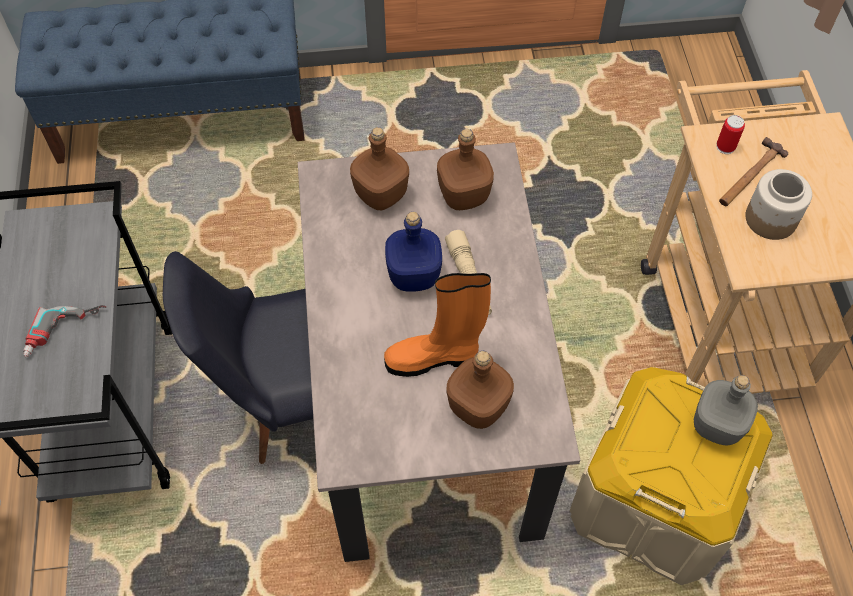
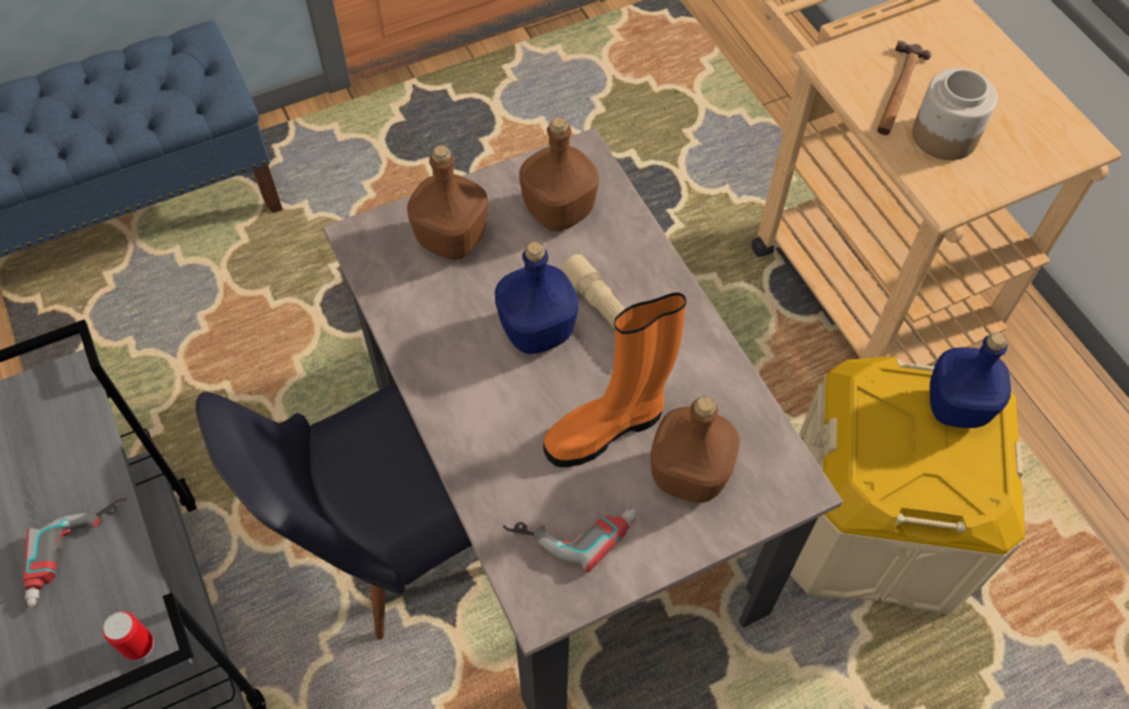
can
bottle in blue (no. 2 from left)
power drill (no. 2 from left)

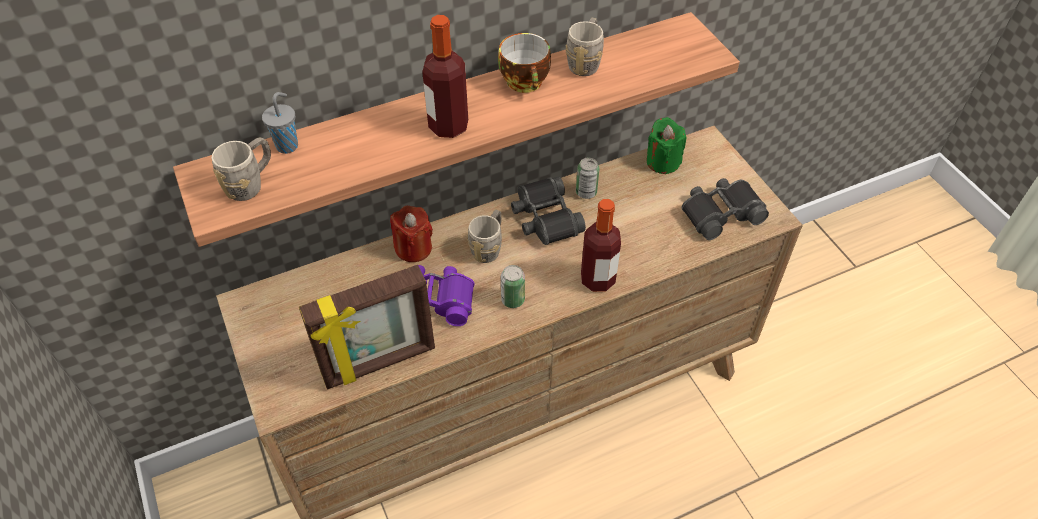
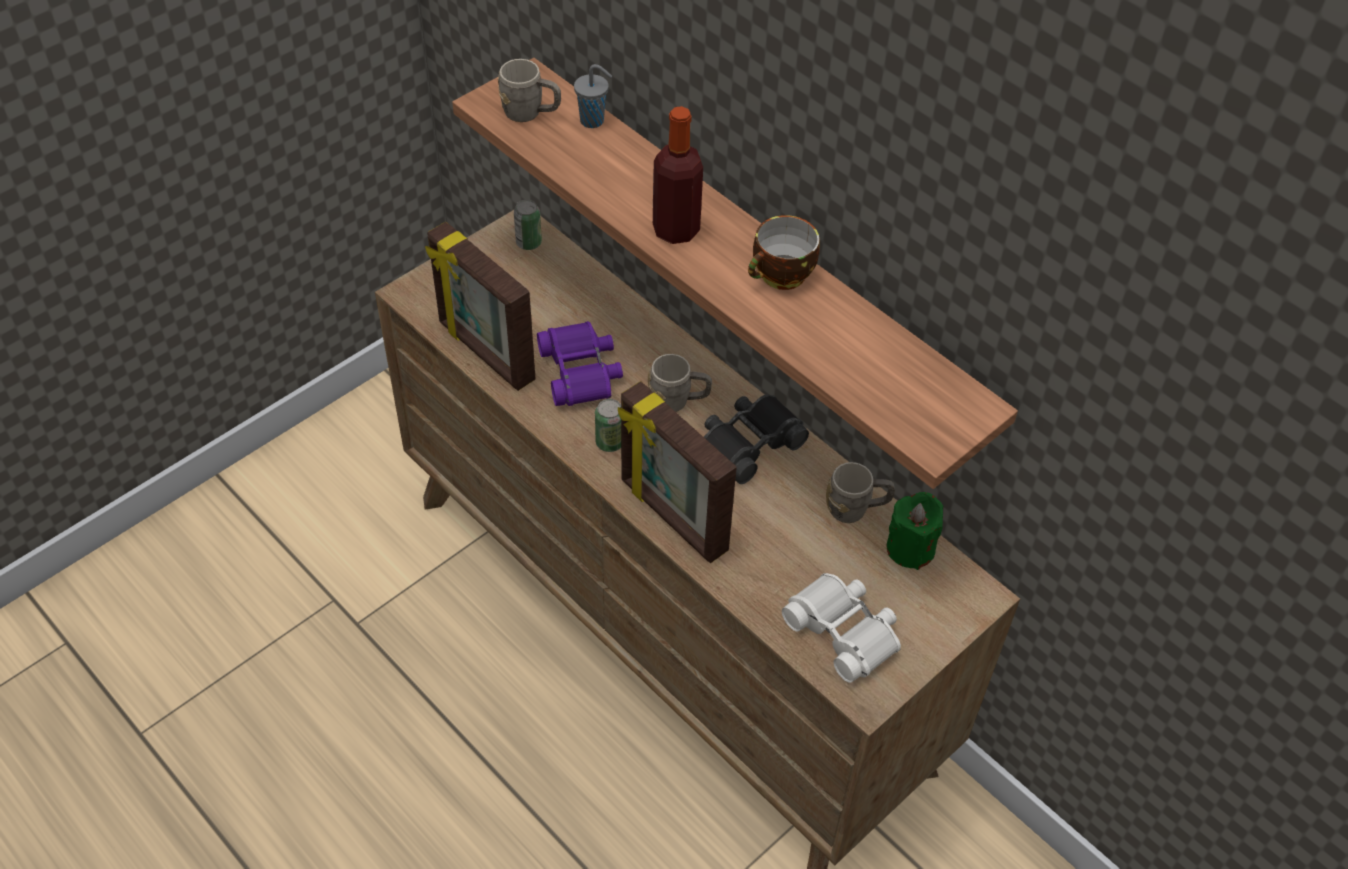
mug in grey (no. 3 from left)
can (no. 1 from left)
binoculars in white
picture frame (no. 2 from left)
candle in red

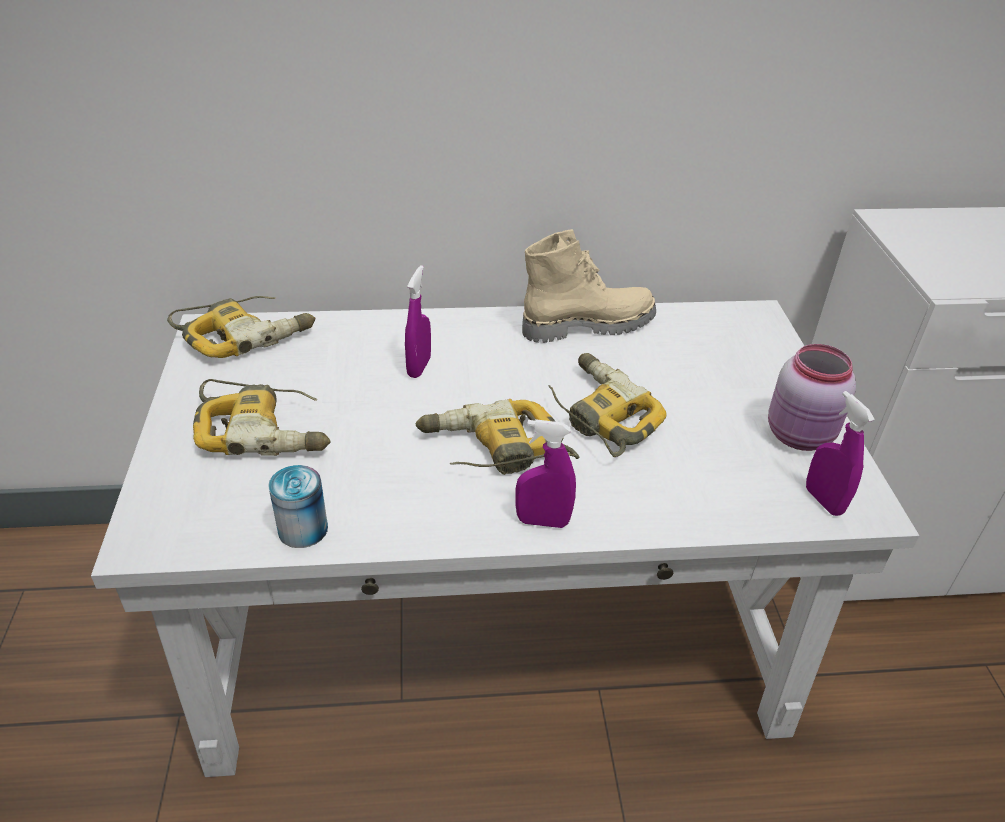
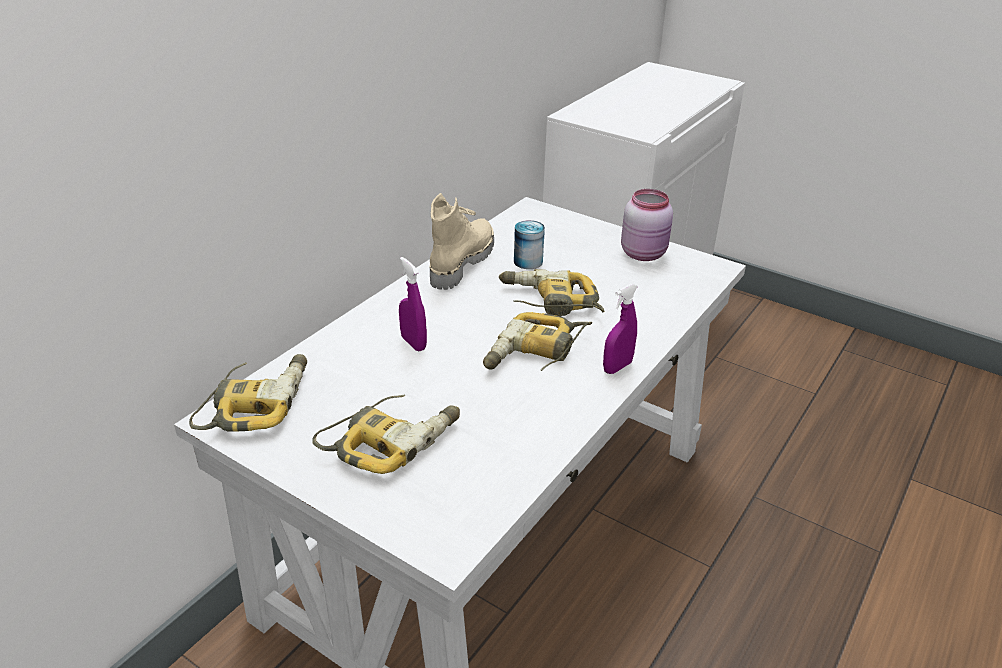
spray bottle in purple (no. 3 from left in the first image)
can

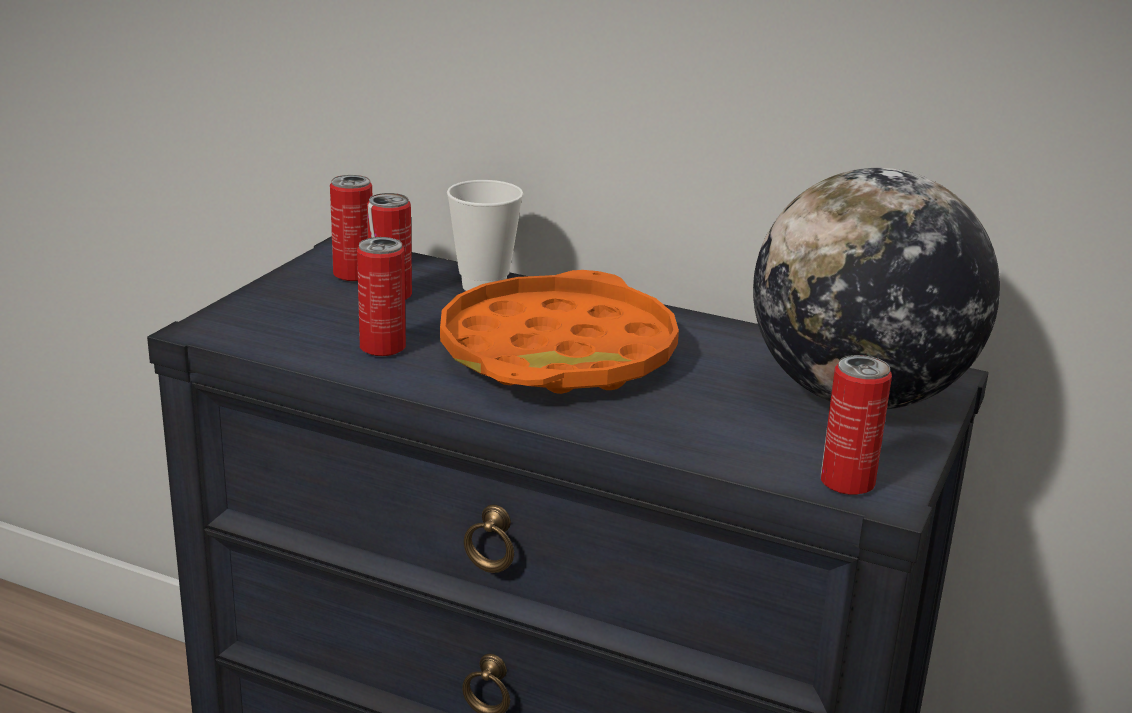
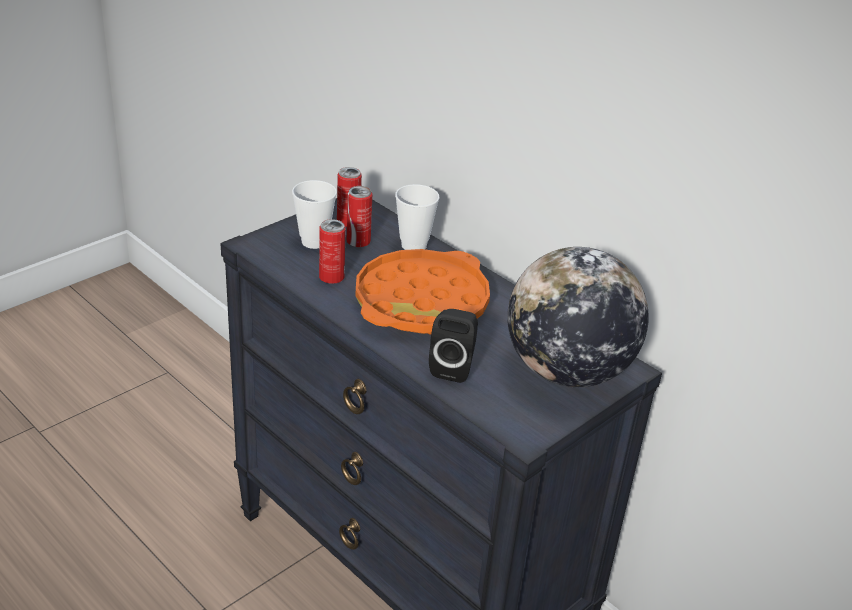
can (no. 4 from left in the first image)
cup (no. 1 from left)
speaker in black

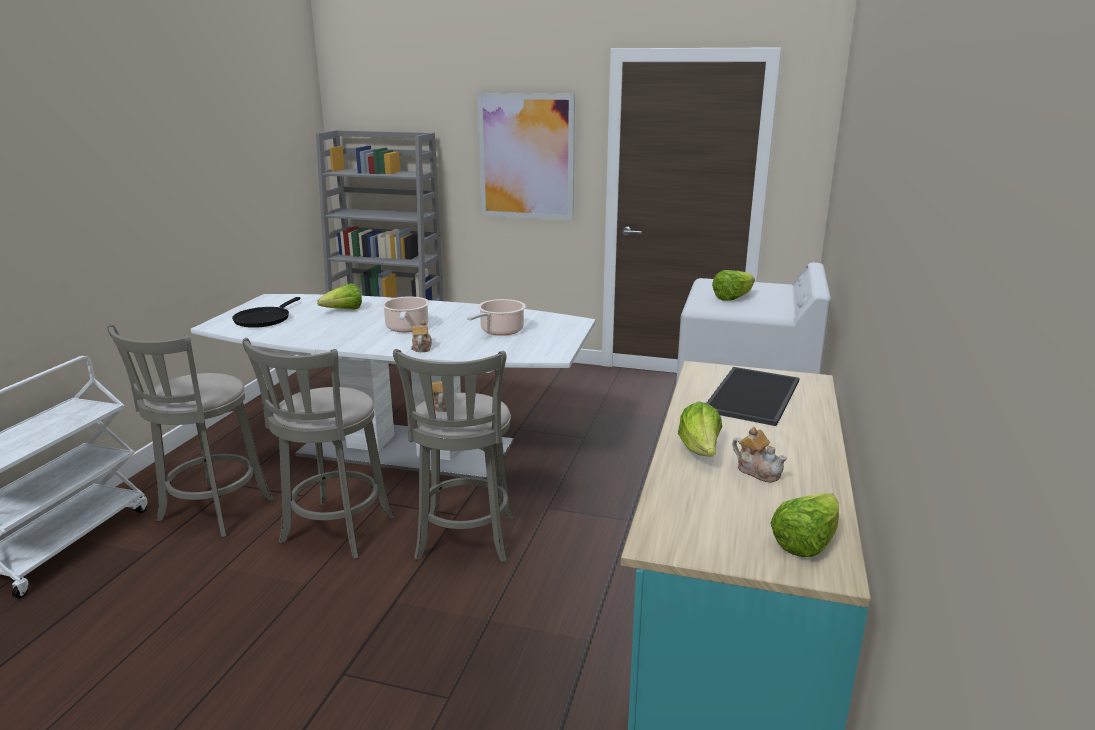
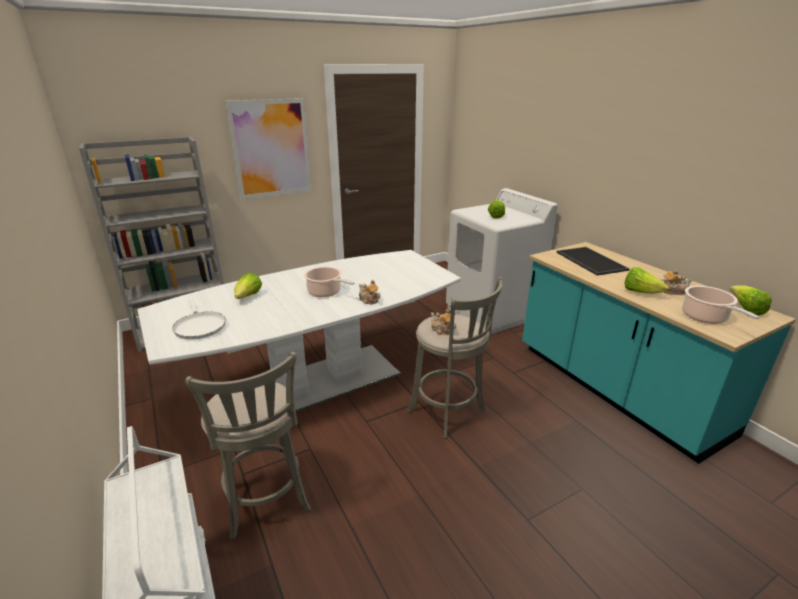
frying pan in white
cooking pot (no. 2 from left)
stool in grey (no. 2 from left in the first image)

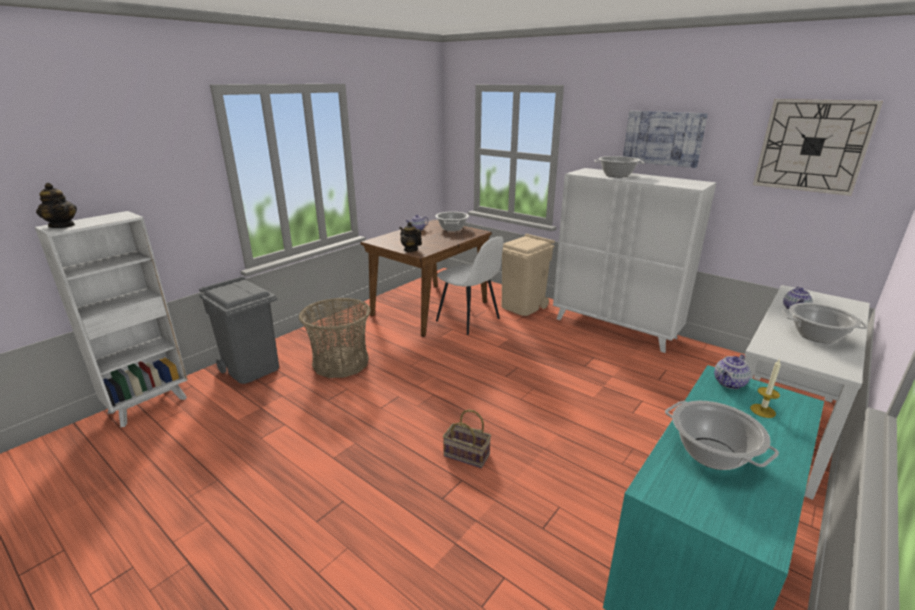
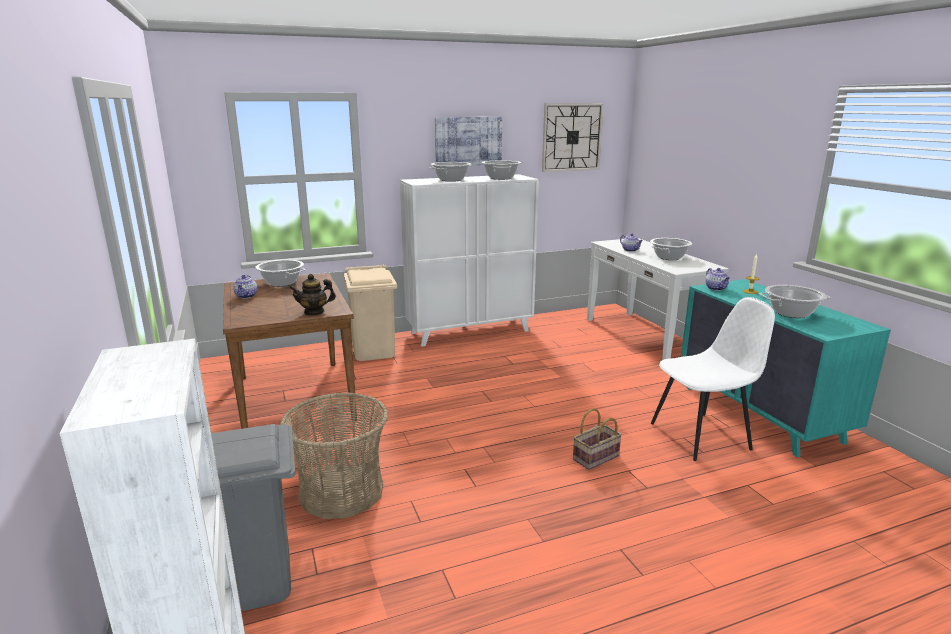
teapot (no. 1 from left in the first image)
chair in white
cooking pot (no. 3 from left)

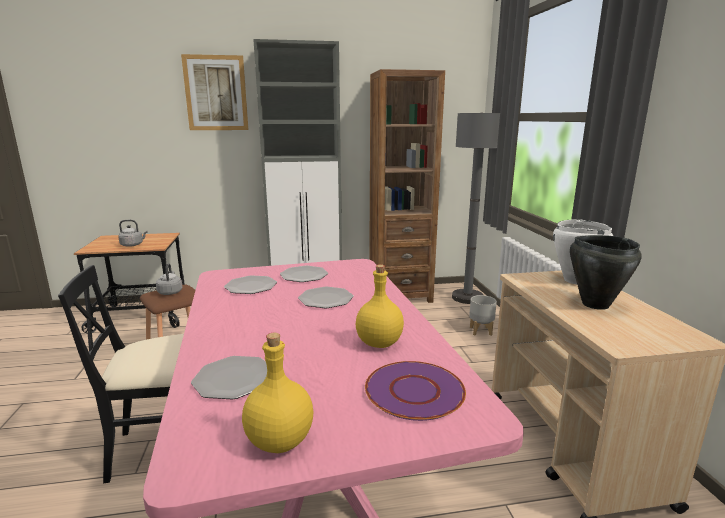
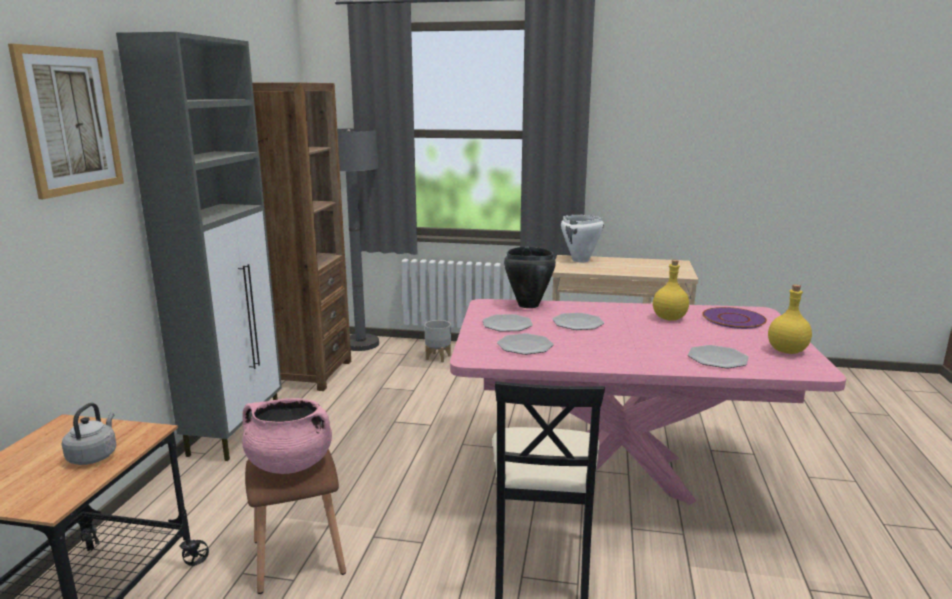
cooking pot in black
cooking pot in pink

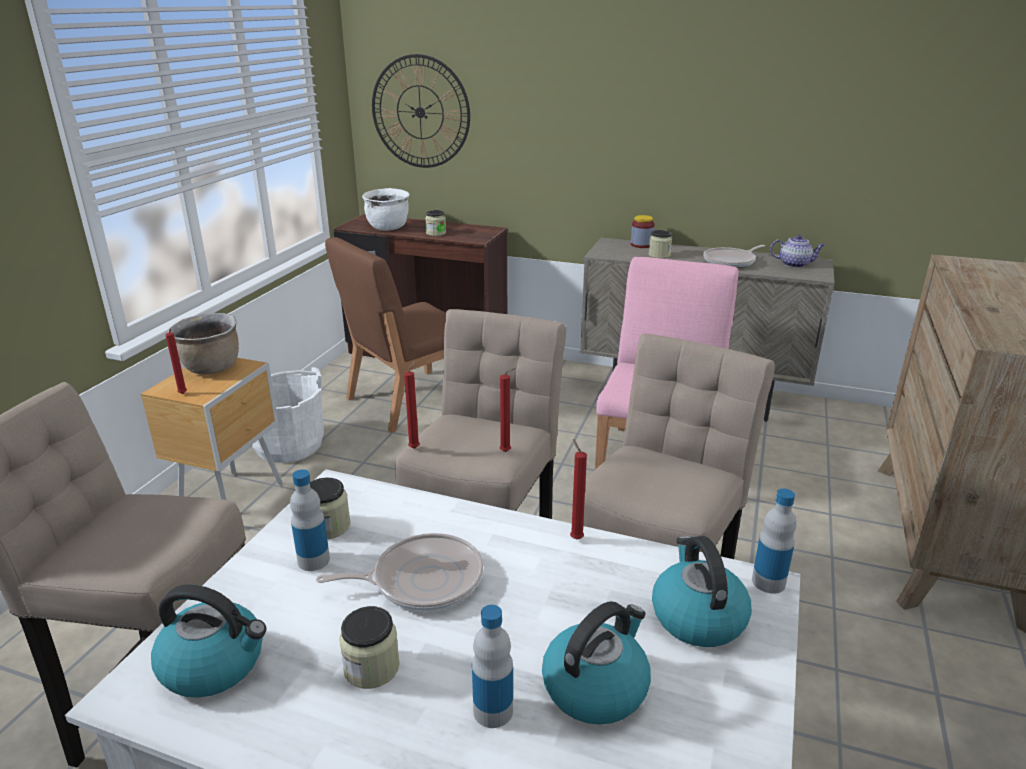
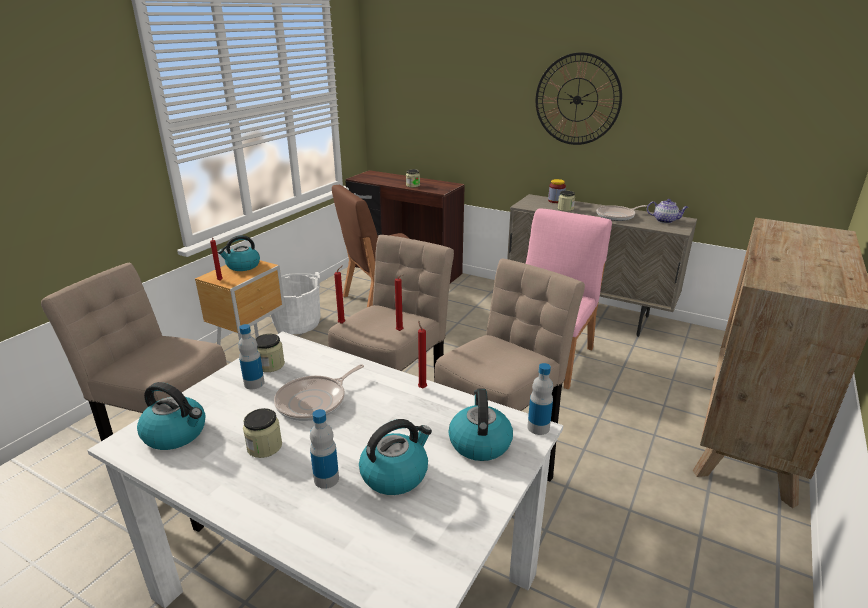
wall clock
cooking pot in white
kettle (no. 2 from left)
frying pan (no. 1 from left)

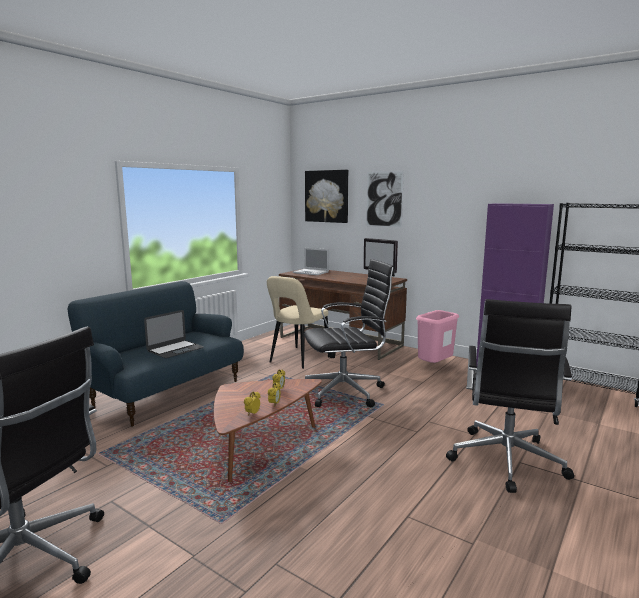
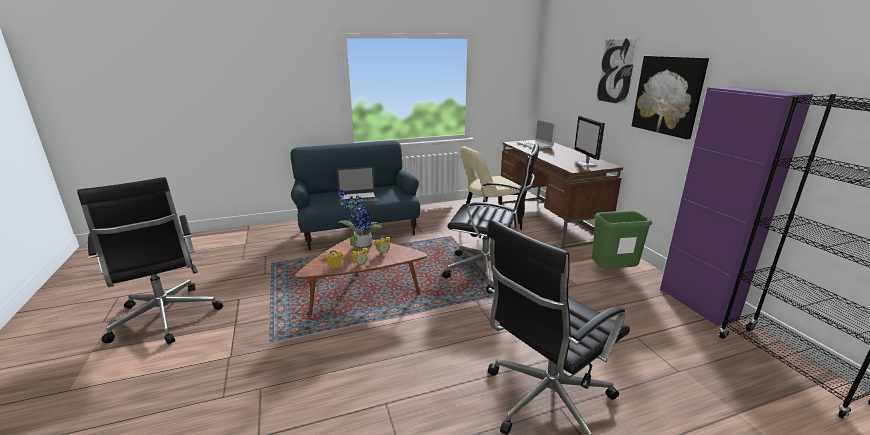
picture (no. 2 from left)
trash can in green
potted plant

